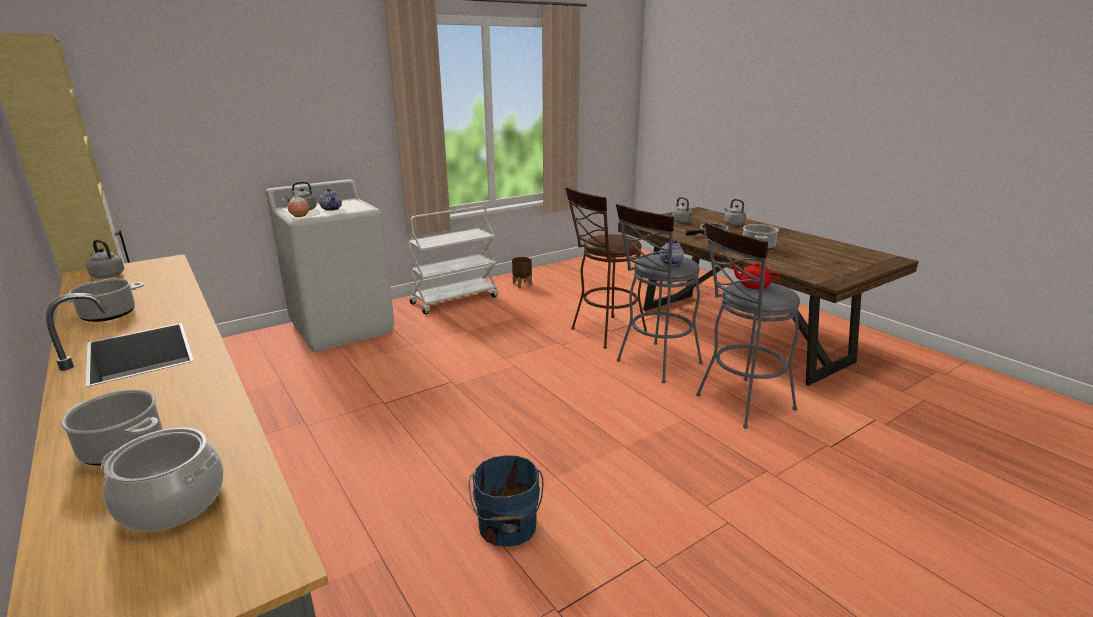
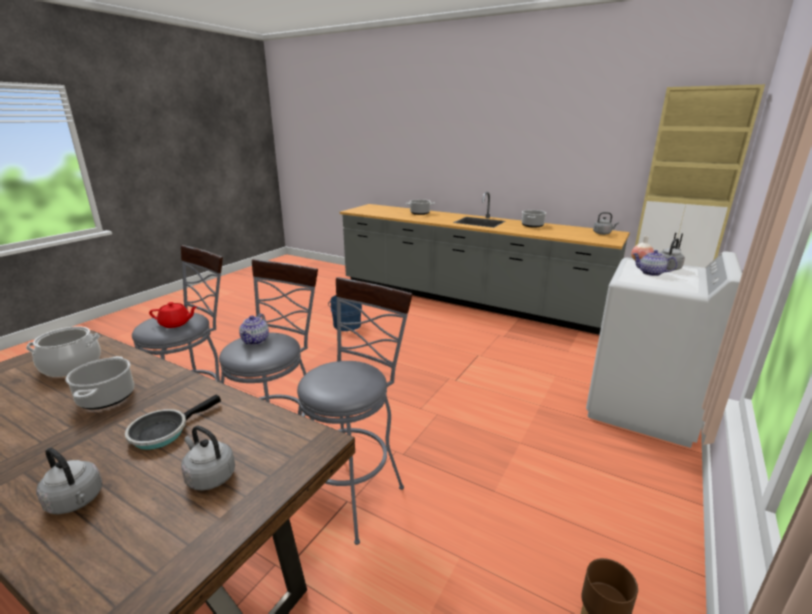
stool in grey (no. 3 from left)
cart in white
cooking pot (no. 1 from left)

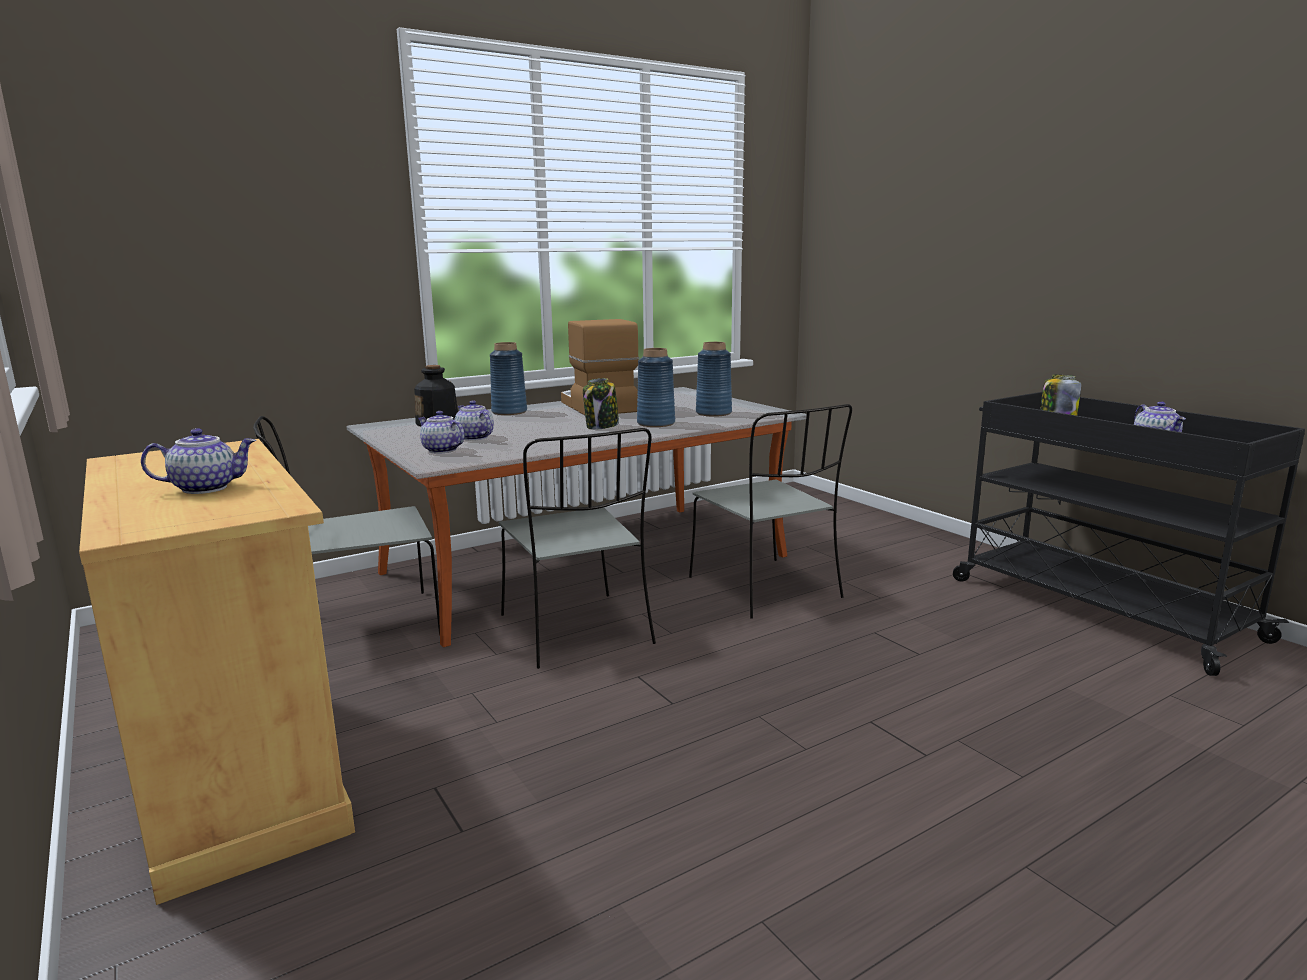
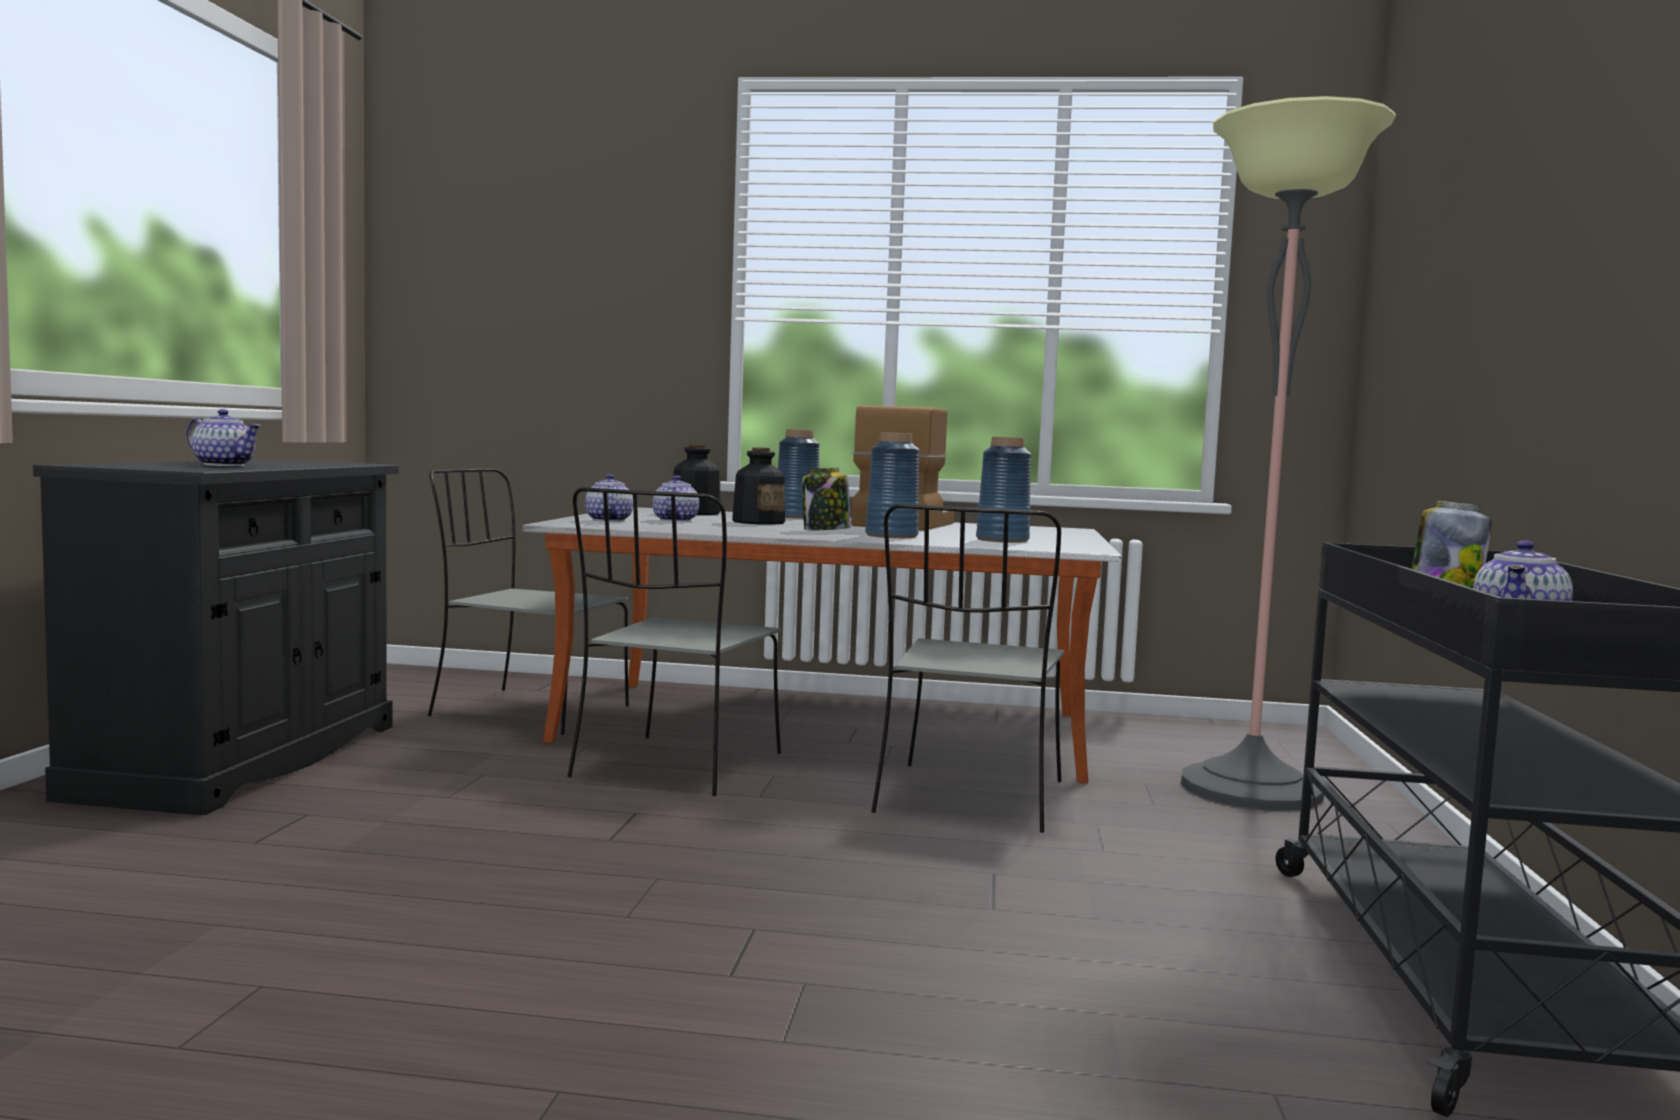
cabinet in black
floor lamp
bottle (no. 2 from left)

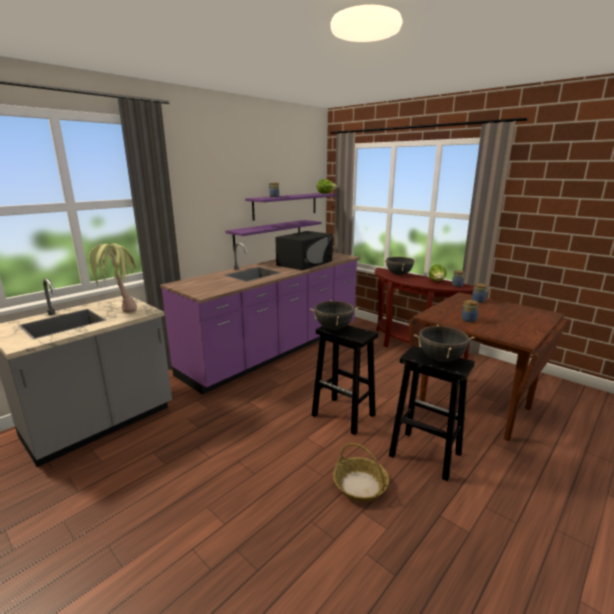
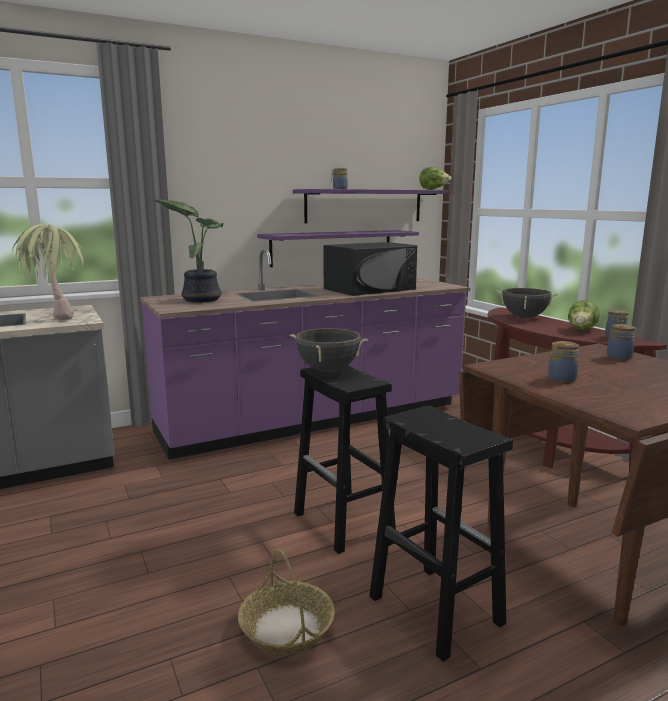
cooking pot in black (no. 3 from left in the first image)
potted plant (no. 2 from left)

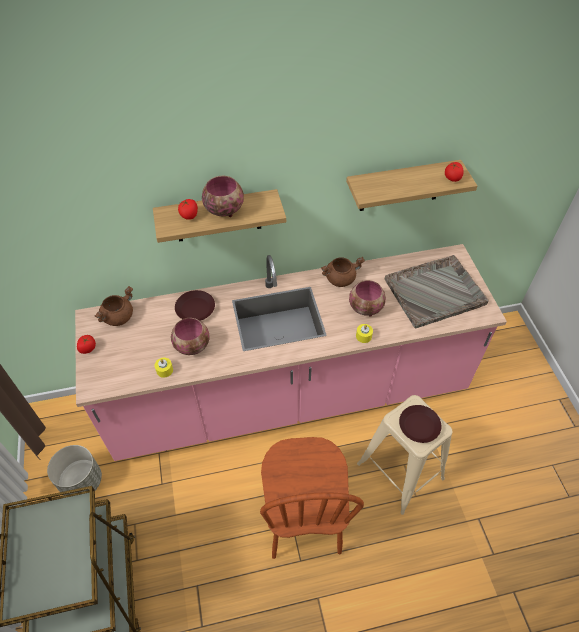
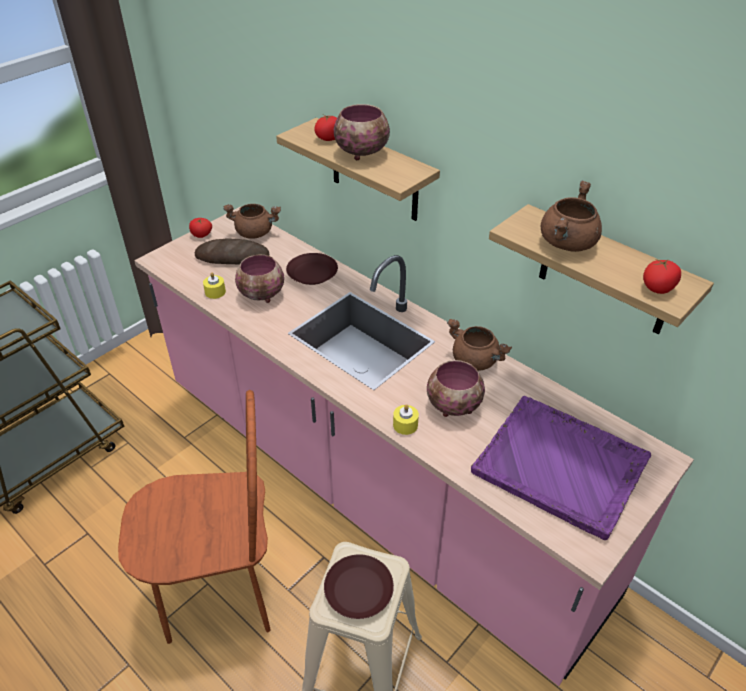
tray in purple
chair in brown
planter in grey
cooking pot in brown (no. 3 from left)
bread

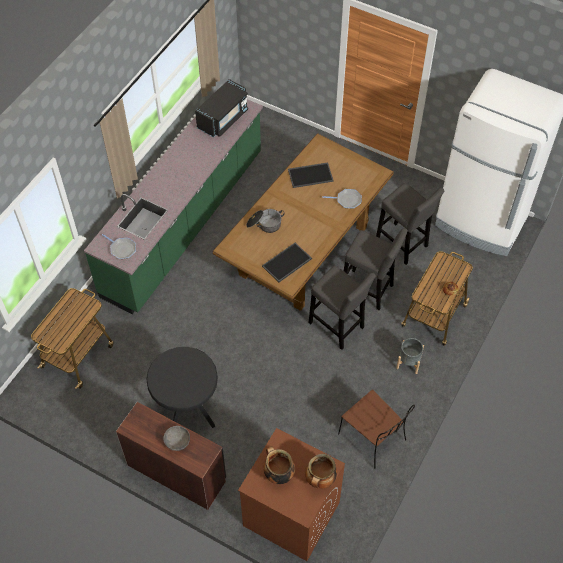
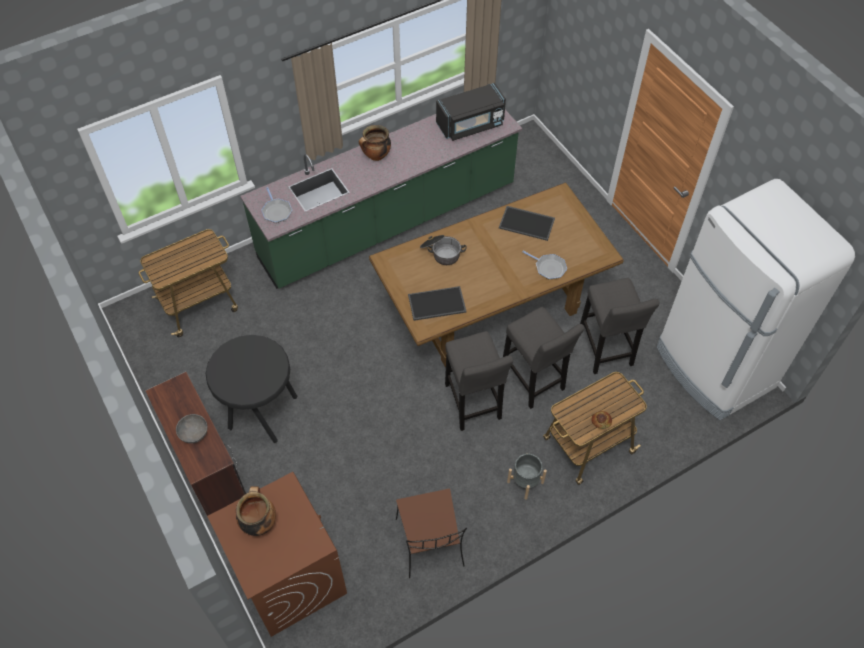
cooking pot (no. 2 from left)

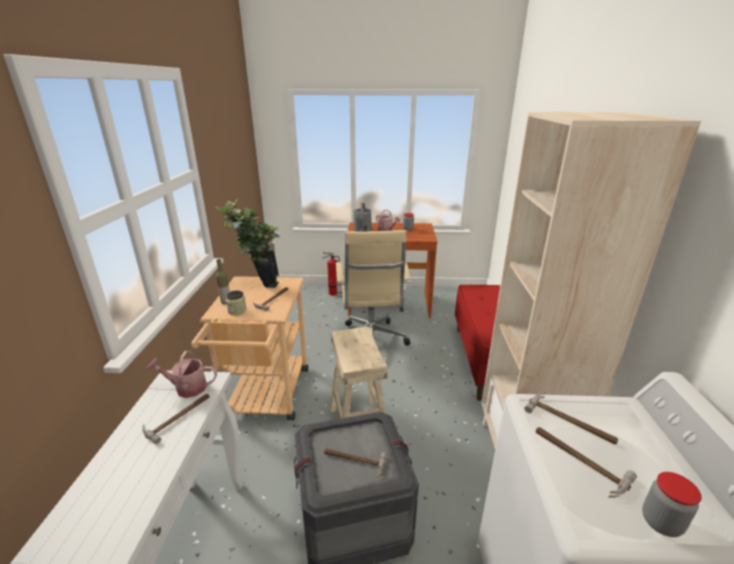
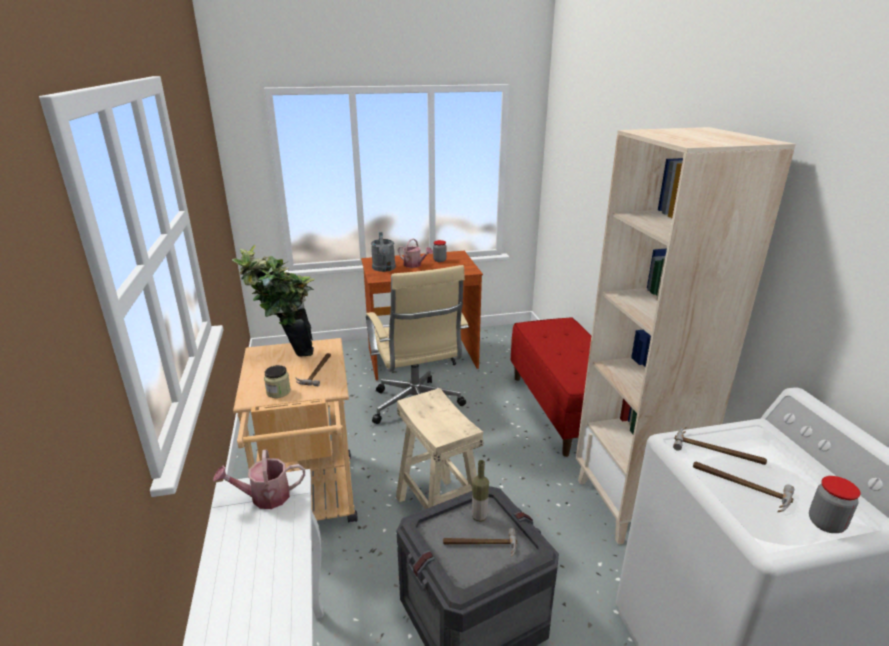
fire extinguisher
bottle
hammer (no. 1 from left in the first image)

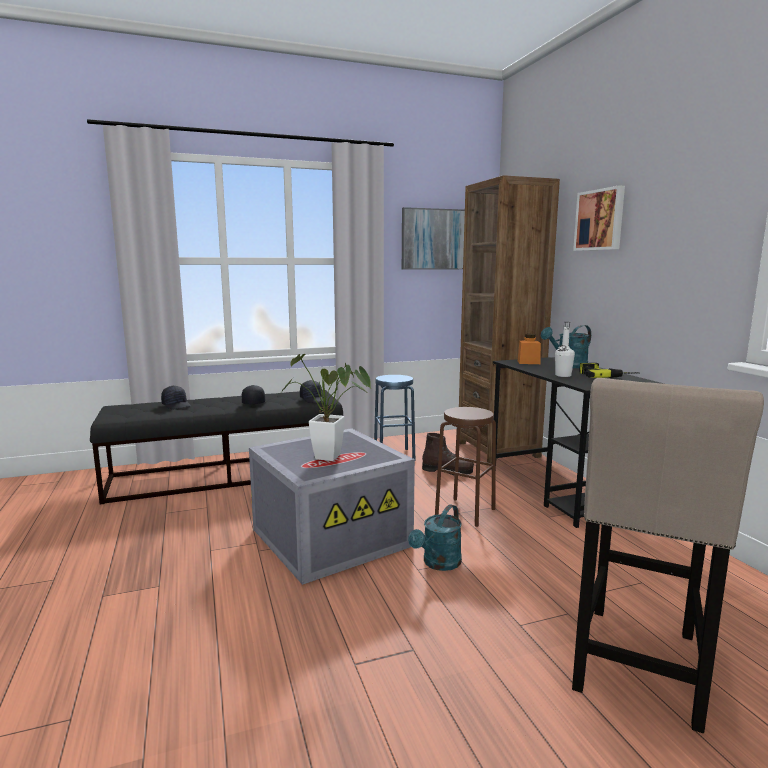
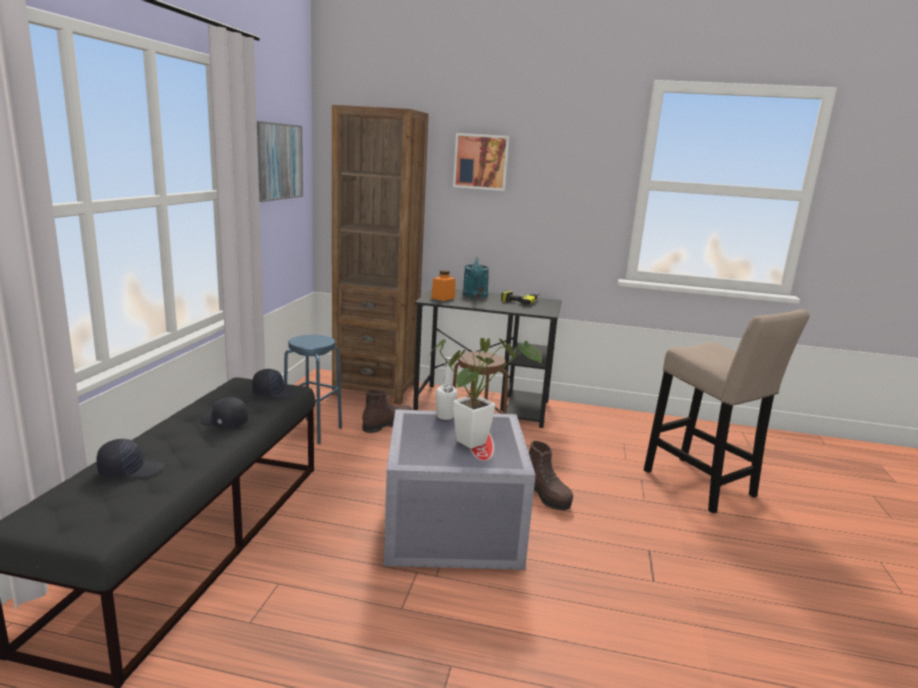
bottle in white
boot in brown (no. 2 from left)

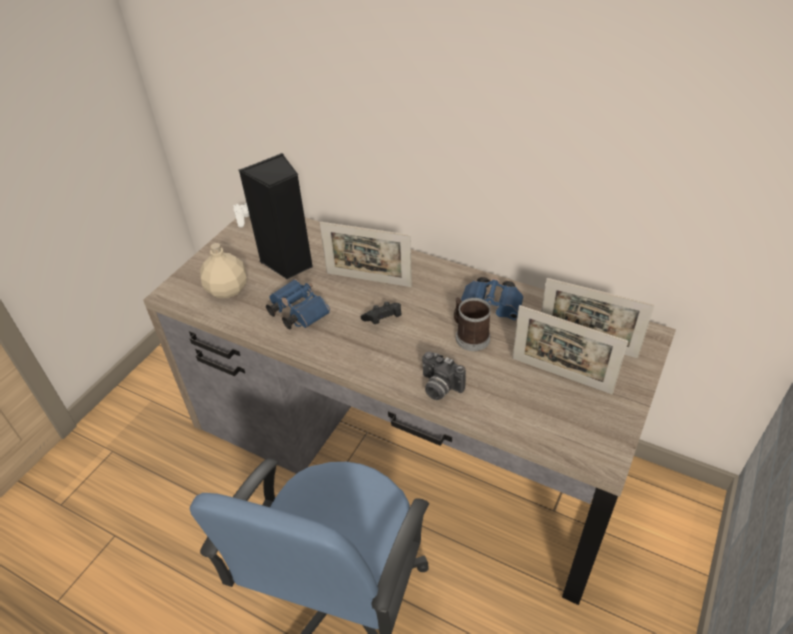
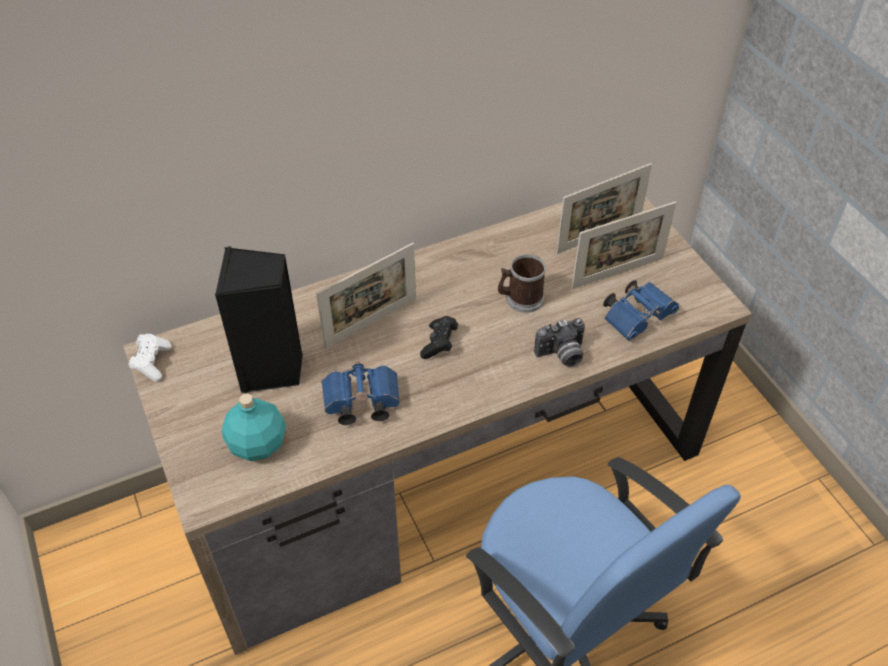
bottle in turquoise
binoculars in blue (no. 2 from left)

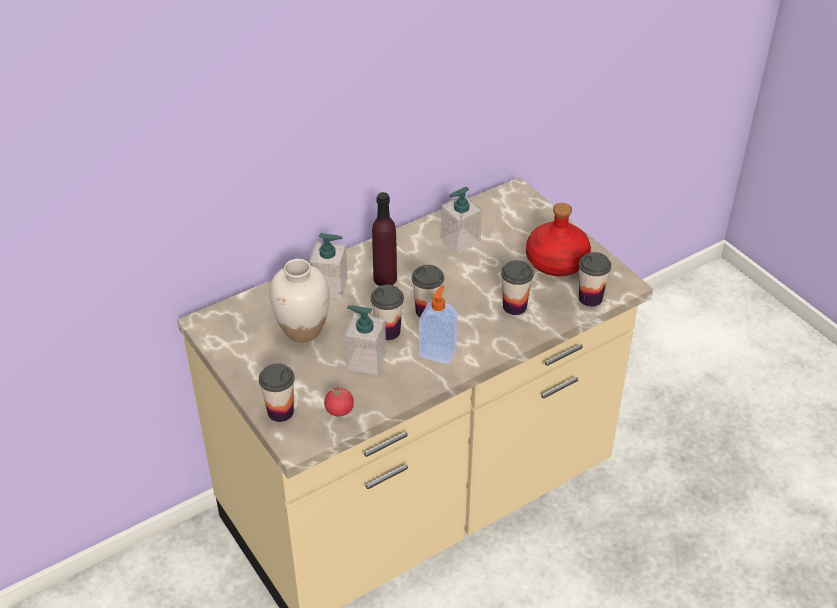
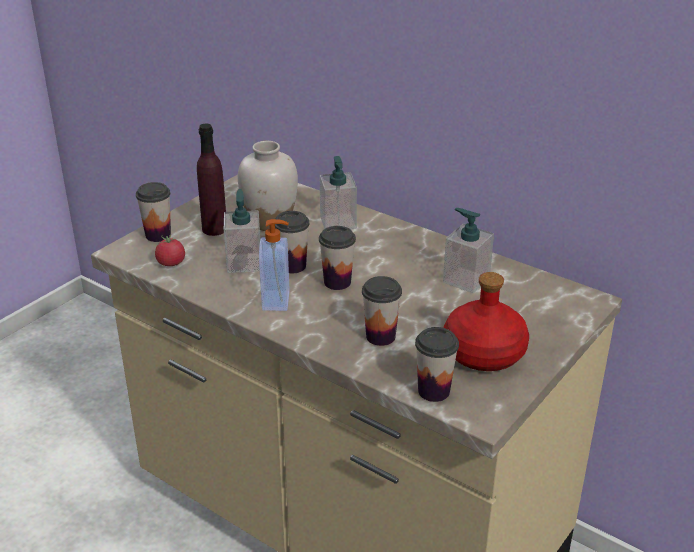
bottle in purple

